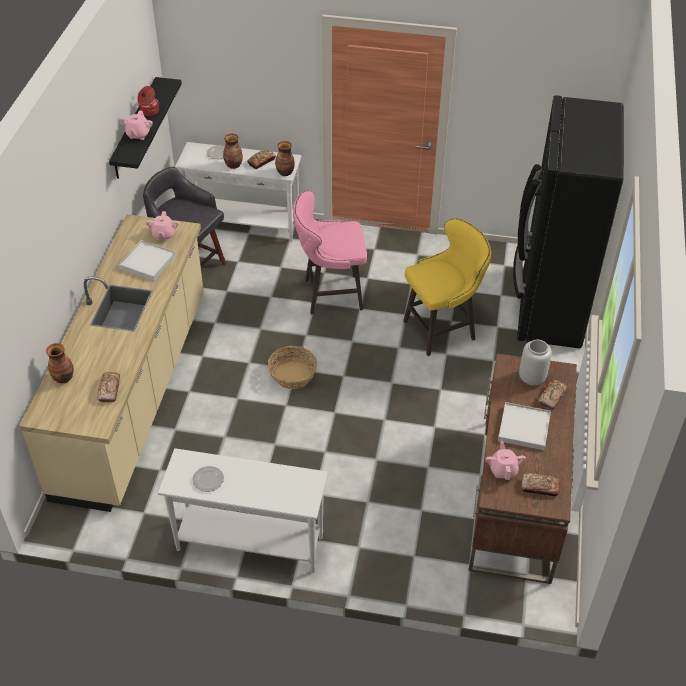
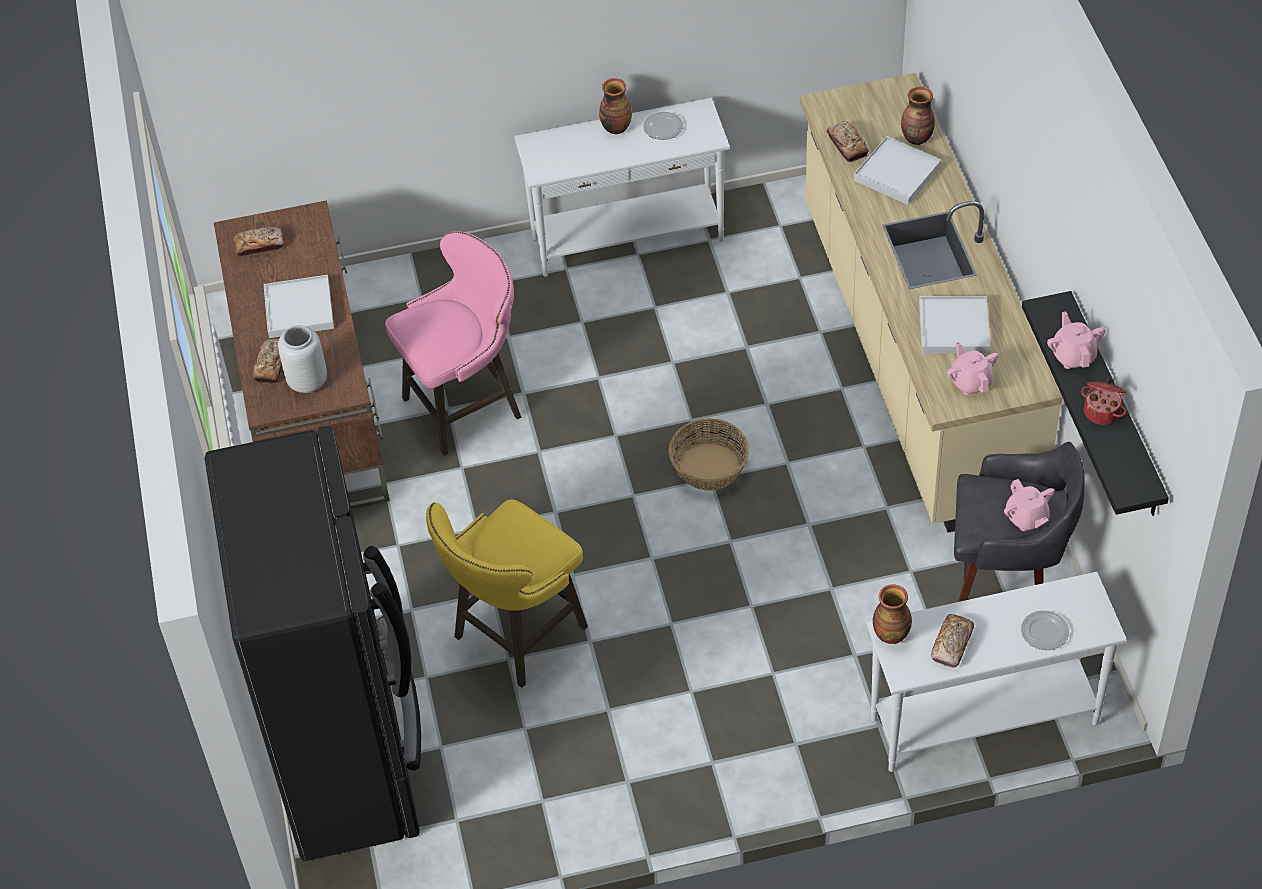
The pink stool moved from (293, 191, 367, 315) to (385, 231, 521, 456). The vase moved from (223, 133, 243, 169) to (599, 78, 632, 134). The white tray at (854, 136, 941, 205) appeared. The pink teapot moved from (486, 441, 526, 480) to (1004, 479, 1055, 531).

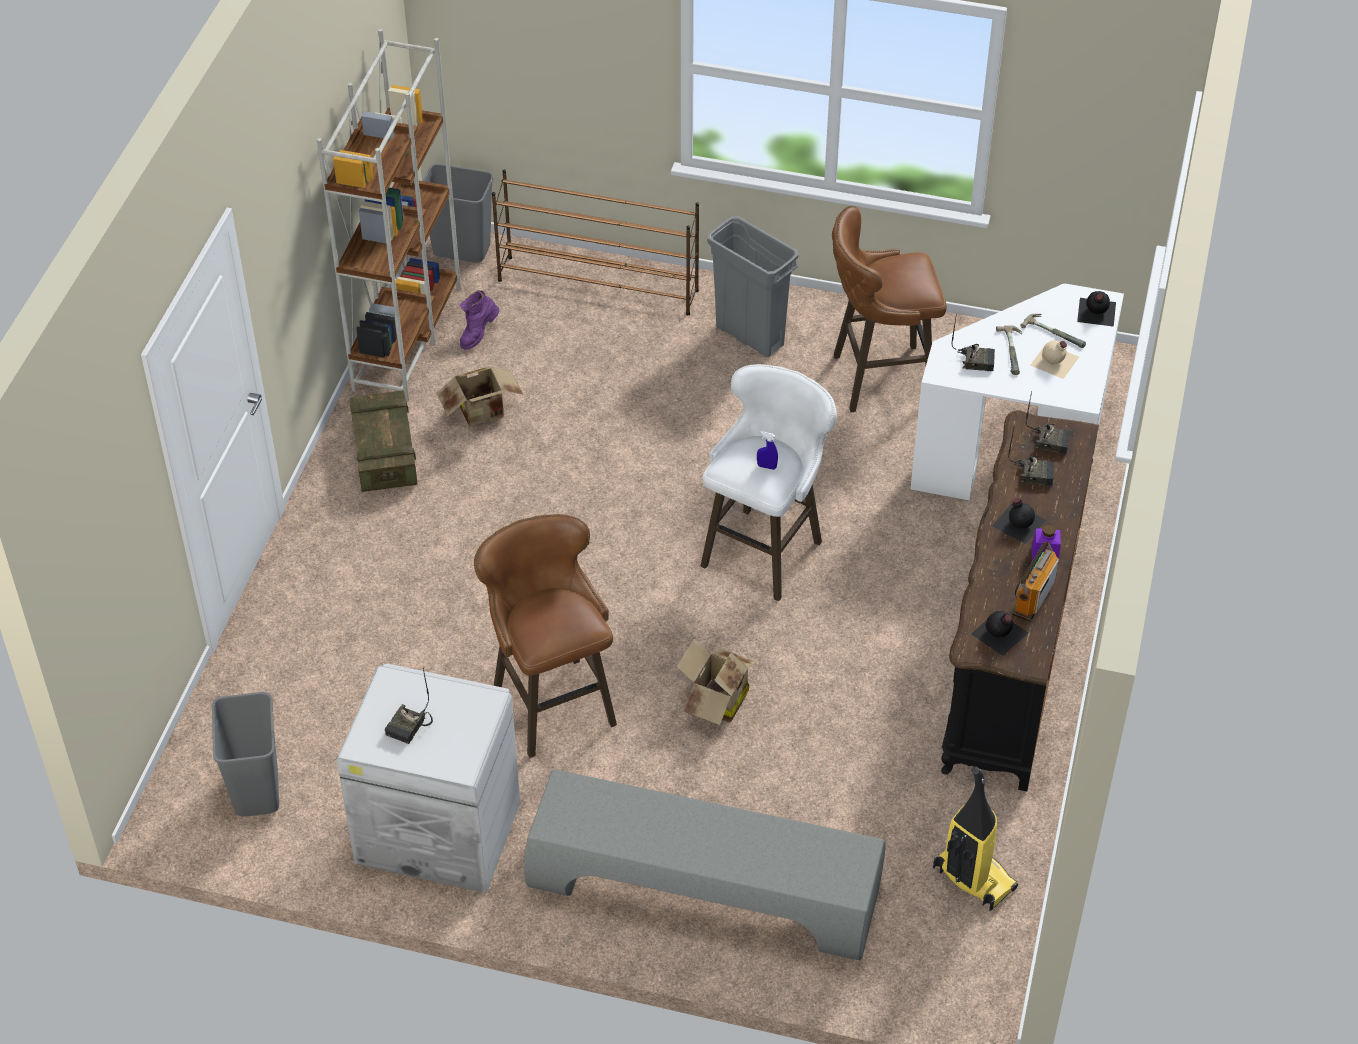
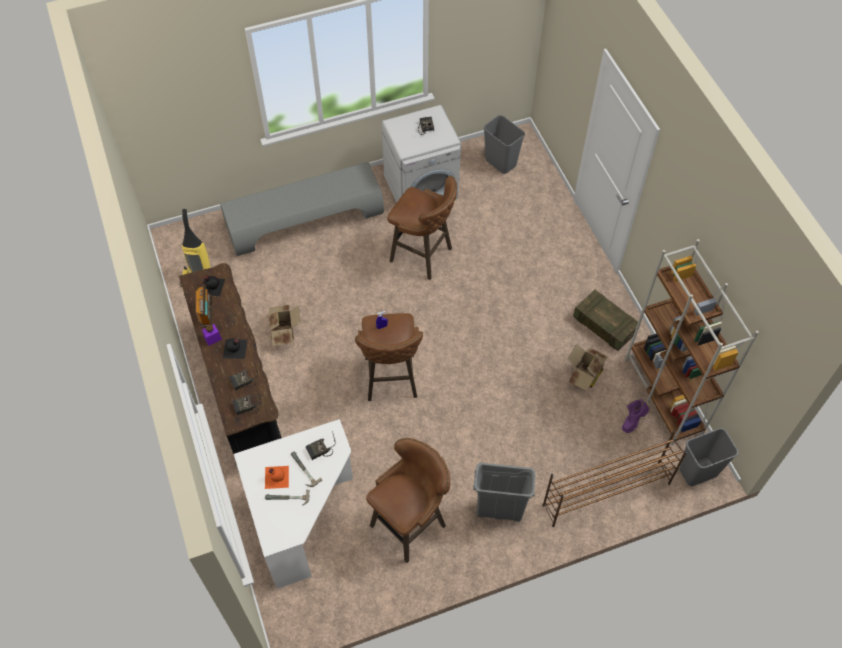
The beige bottle at (1030, 340, 1079, 379) became the orange bottle at (265, 466, 289, 489). The cardboard box moved from (677, 639, 757, 725) to (269, 305, 301, 346). The white stool at (701, 364, 837, 601) became the brown stool at (355, 313, 423, 401). The purple boot at (460, 290, 499, 350) turned 135 degrees counterclockwise. The black bottle at (1077, 291, 1116, 327) disappeared.

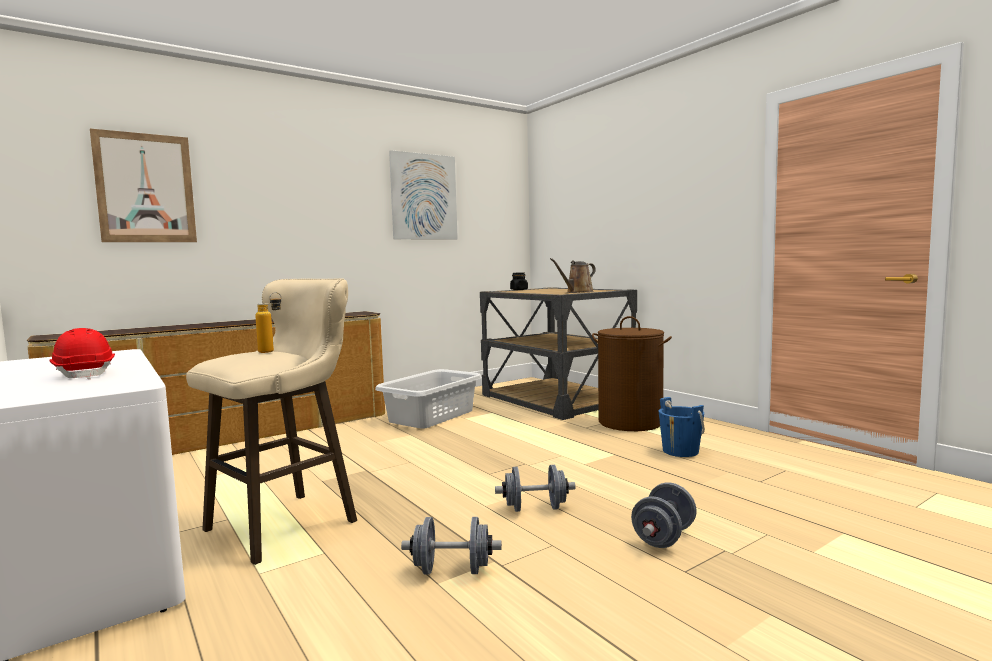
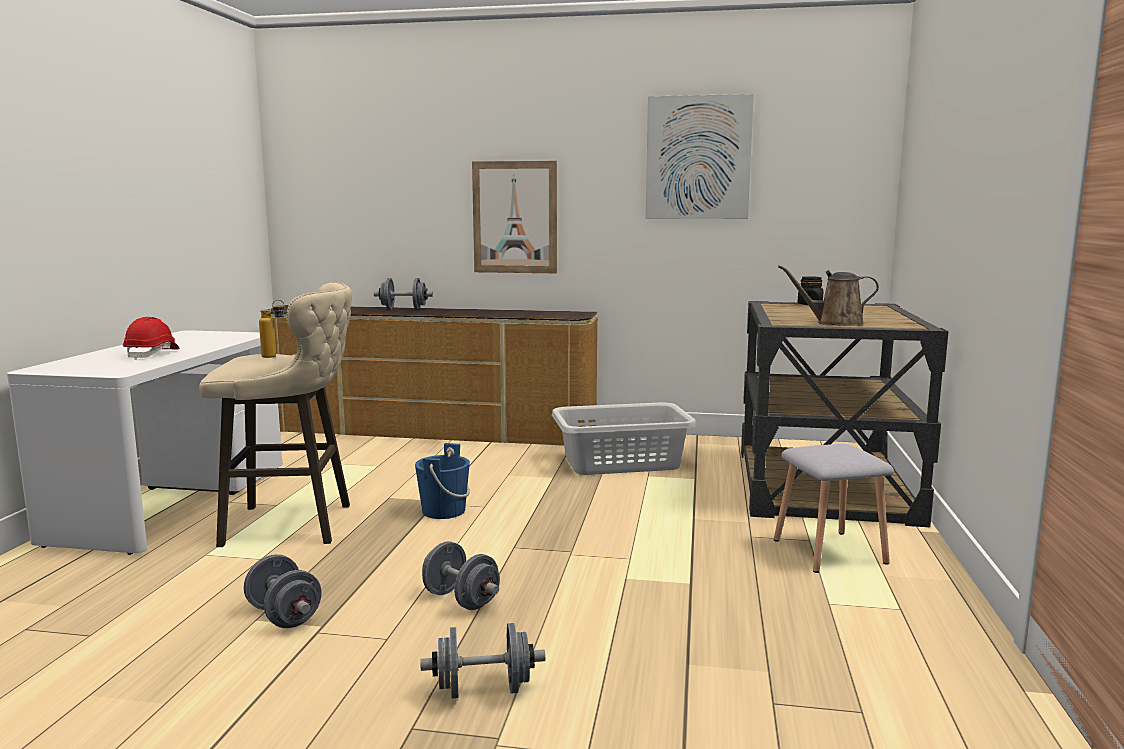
The grey dumbbell at (374, 278, 433, 310) appeared. The blue bucket moved from (659, 397, 705, 457) to (415, 443, 470, 519). The picture moved from (90, 129, 197, 242) to (472, 161, 557, 273). The brown laundry basket at (592, 316, 672, 431) was replaced by the grey stool at (774, 444, 894, 573).

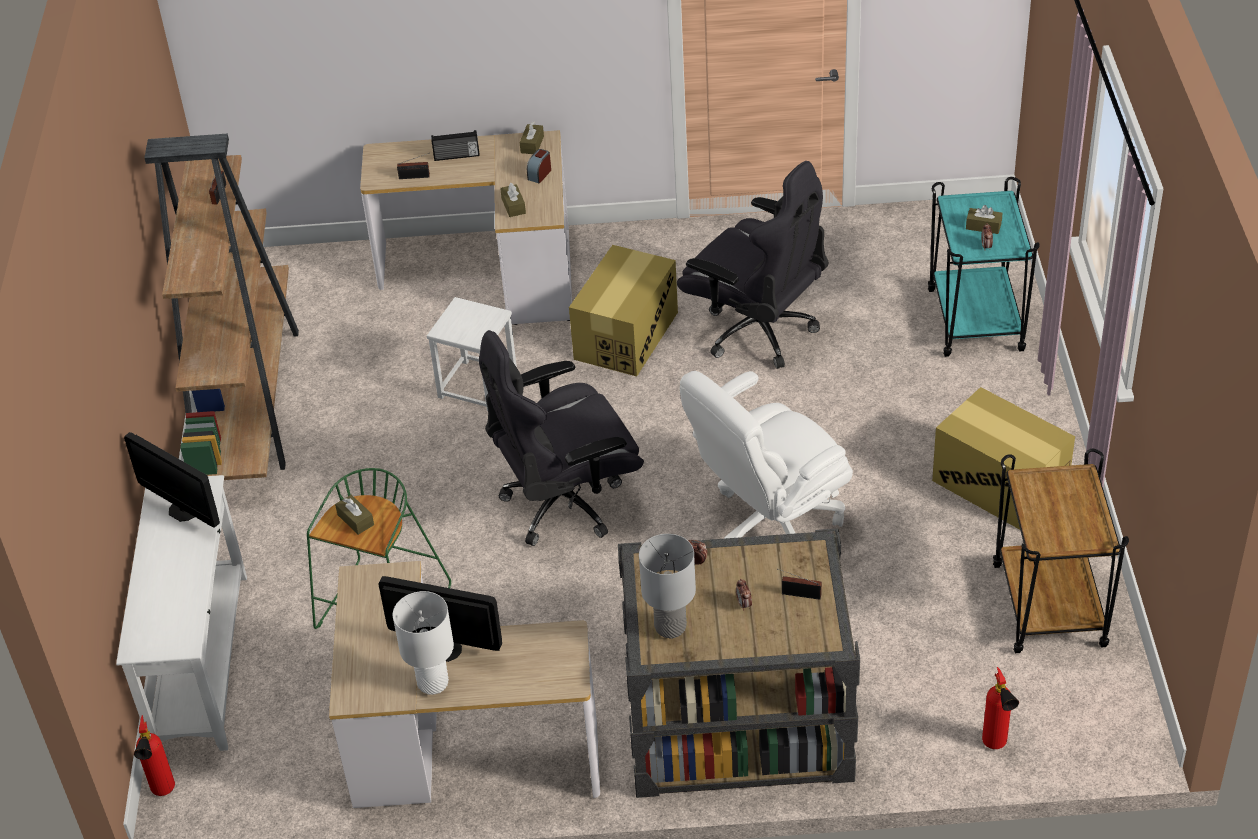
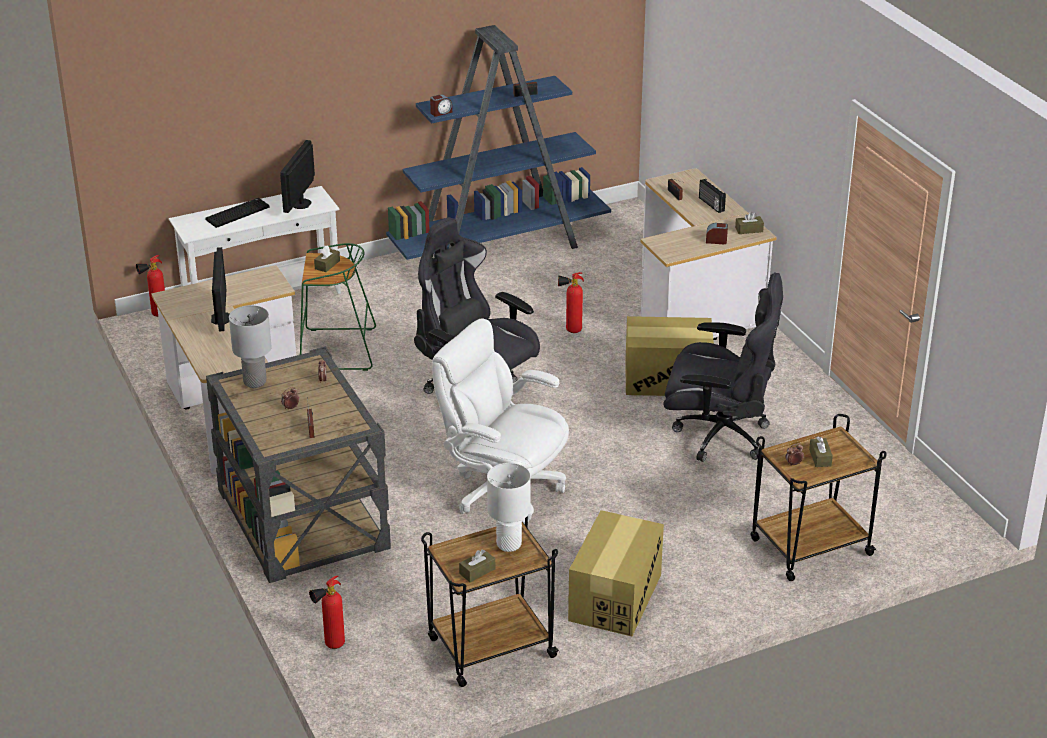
The keyboard at (205, 198, 270, 228) appeared. The brown bookcase at (144, 133, 299, 480) became the blue bookcase at (386, 25, 611, 260). The alarm clock at (430, 94, 452, 116) appeared. The brown tissue box moved from (500, 182, 526, 217) to (459, 549, 495, 582). The white table lamp moved from (393, 591, 454, 695) to (487, 463, 531, 552). The white stool at (427, 297, 517, 411) was replaced by the fire extinguisher at (558, 272, 584, 333). The black office chair at (677, 161, 828, 369) turned 90 degrees counterclockwise. The turquoise cart at (928, 177, 1039, 357) became the brown cart at (750, 414, 887, 581).

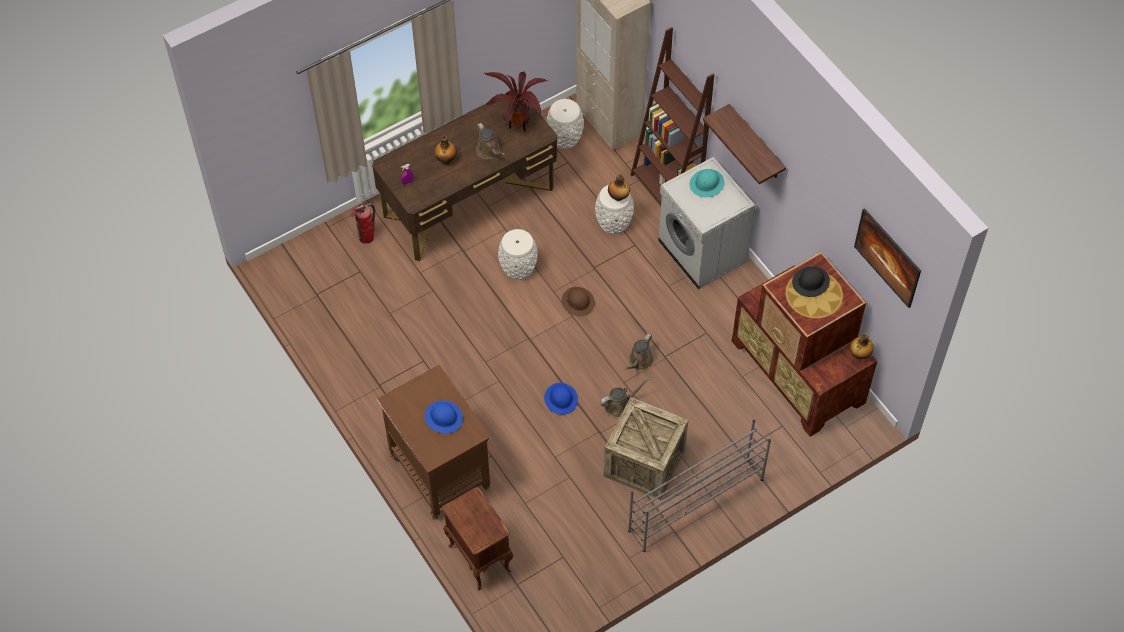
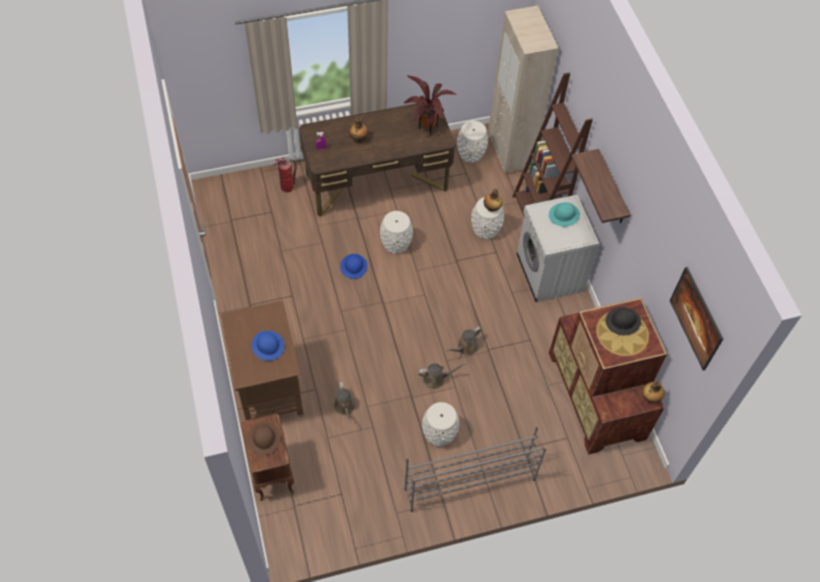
The brown hard hat moved from (562, 287, 595, 316) to (247, 422, 281, 455). The brown watering can moved from (476, 123, 505, 159) to (334, 382, 356, 422). The blue hard hat moved from (544, 383, 578, 415) to (340, 254, 368, 279). The crate at (604, 397, 688, 500) was replaced by the white stool at (422, 402, 459, 446).

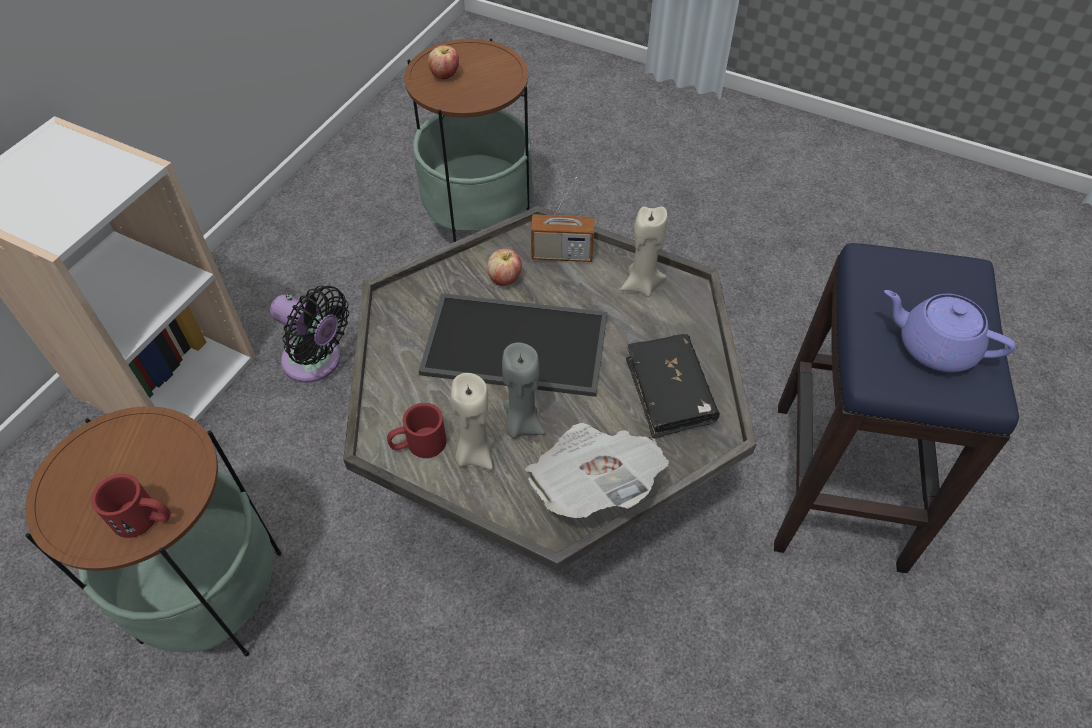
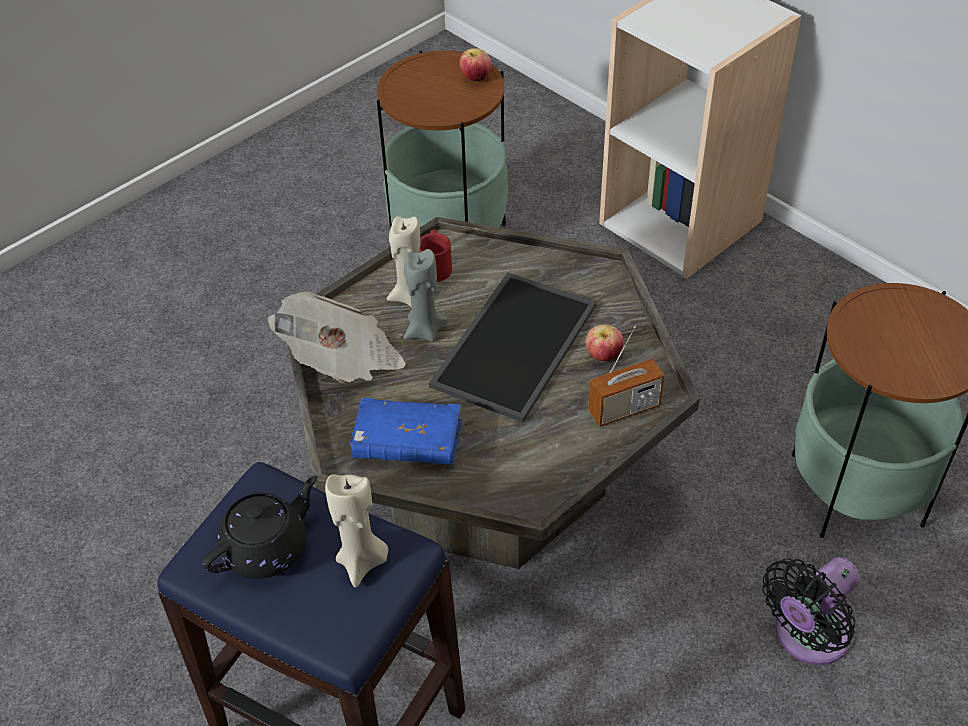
The purple teapot at (884, 290, 1016, 372) became the black teapot at (202, 476, 318, 579). The beige candle moved from (621, 206, 668, 297) to (325, 474, 388, 587). The black book at (626, 334, 720, 439) became the blue book at (350, 398, 462, 465). The apple moved from (428, 45, 459, 79) to (460, 48, 491, 81). The radio at (531, 177, 595, 262) turned 135 degrees counterclockwise. The black fan moved from (270, 285, 349, 383) to (762, 557, 860, 665). The red mug at (91, 474, 171, 538) disappeared.

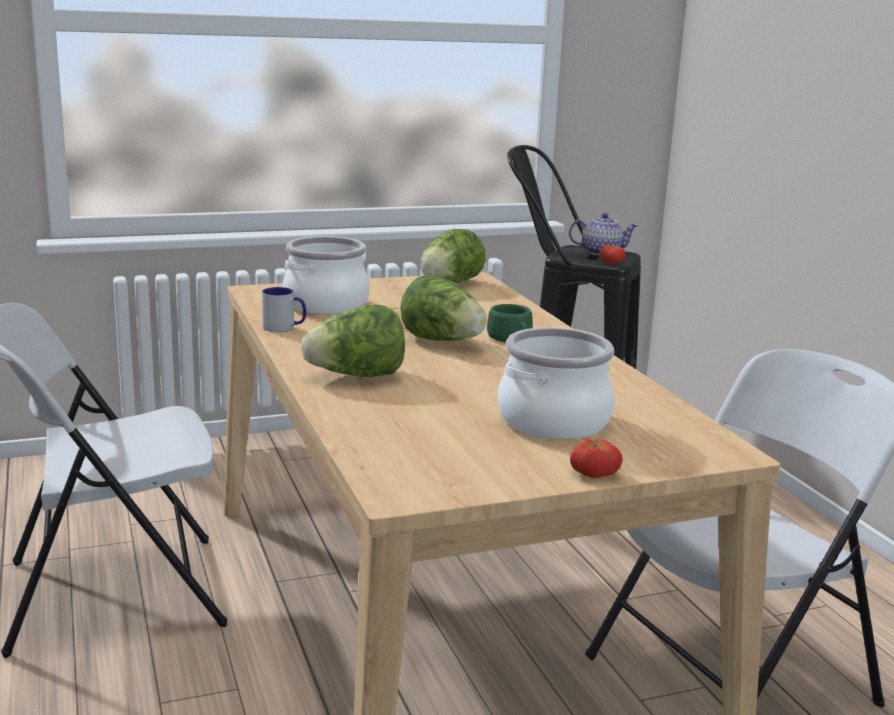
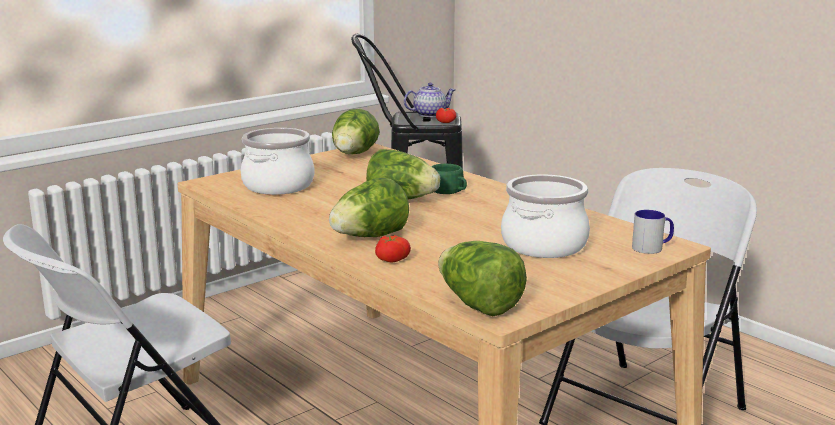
The tomato moved from (570, 438, 623, 478) to (375, 235, 411, 263). The lettuce at (438, 241, 527, 316) appeared. The mug moved from (262, 287, 306, 332) to (632, 210, 674, 254).

